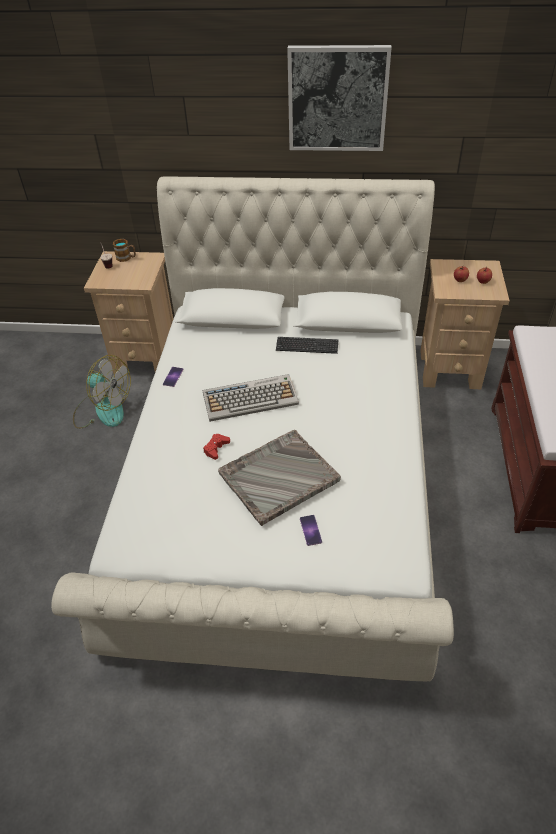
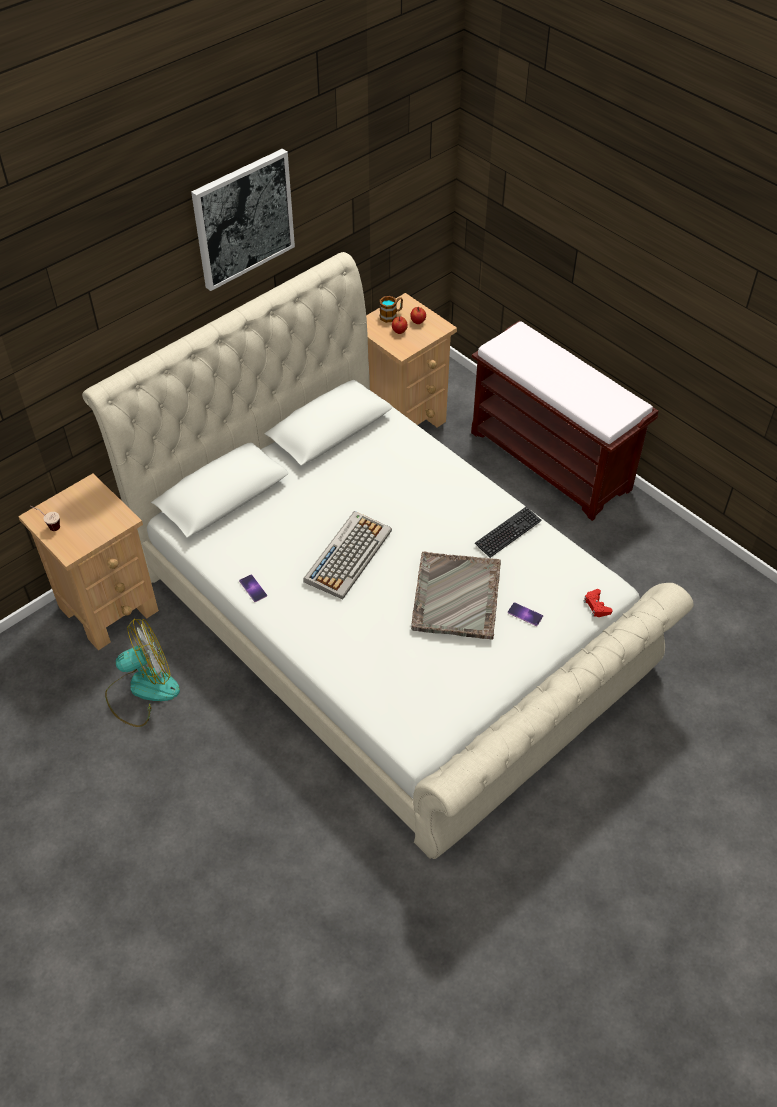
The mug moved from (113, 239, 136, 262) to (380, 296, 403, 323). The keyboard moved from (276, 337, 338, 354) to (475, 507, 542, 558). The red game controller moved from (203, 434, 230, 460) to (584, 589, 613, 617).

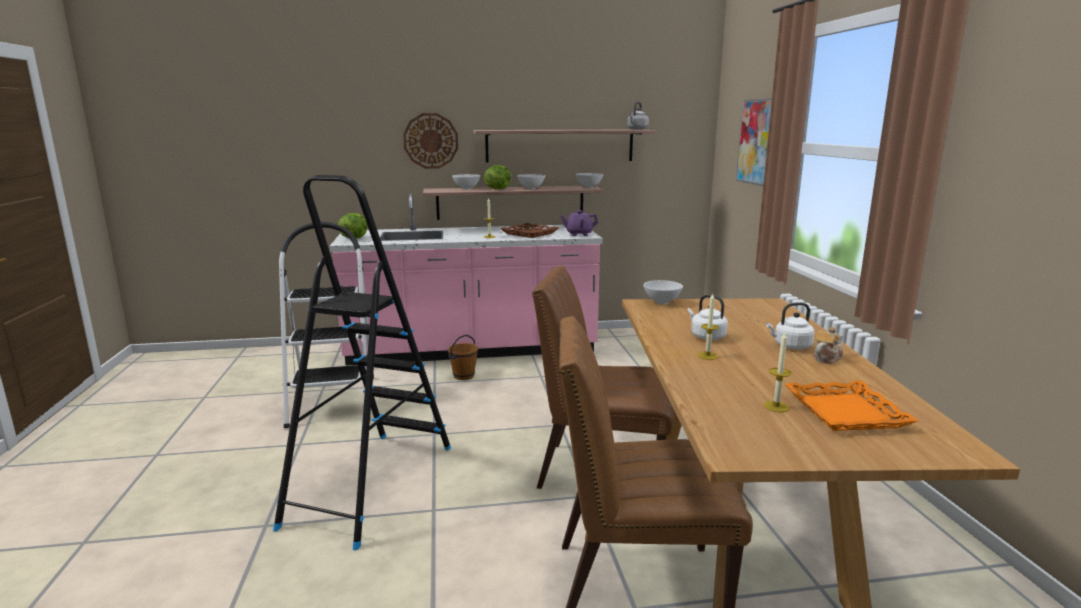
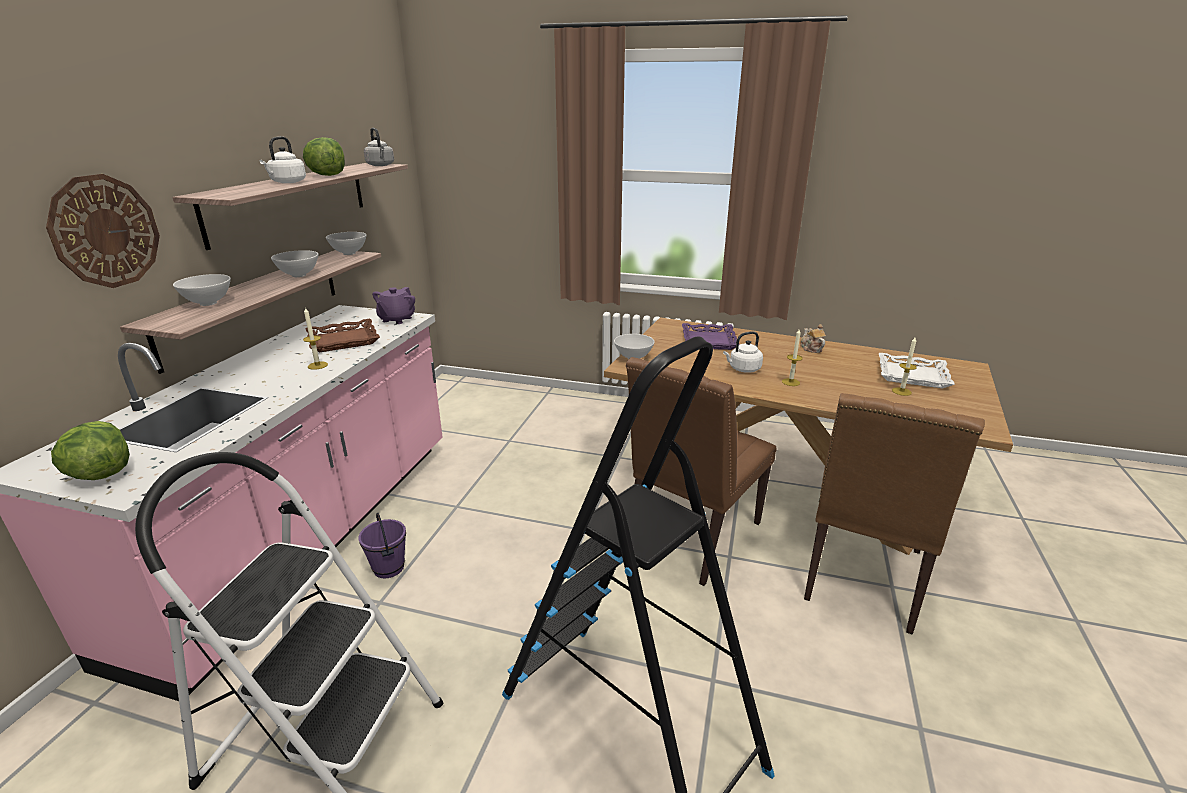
The white kettle moved from (766, 303, 815, 349) to (260, 136, 306, 183). The lettuce moved from (484, 165, 512, 190) to (303, 137, 345, 176). The brown bucket at (448, 335, 478, 380) became the purple bucket at (359, 513, 406, 578). The purple tray at (682, 323, 740, 350) appeared. The orange tray at (785, 380, 918, 431) became the white tray at (879, 353, 955, 388). The picture at (736, 98, 772, 186) disappeared.

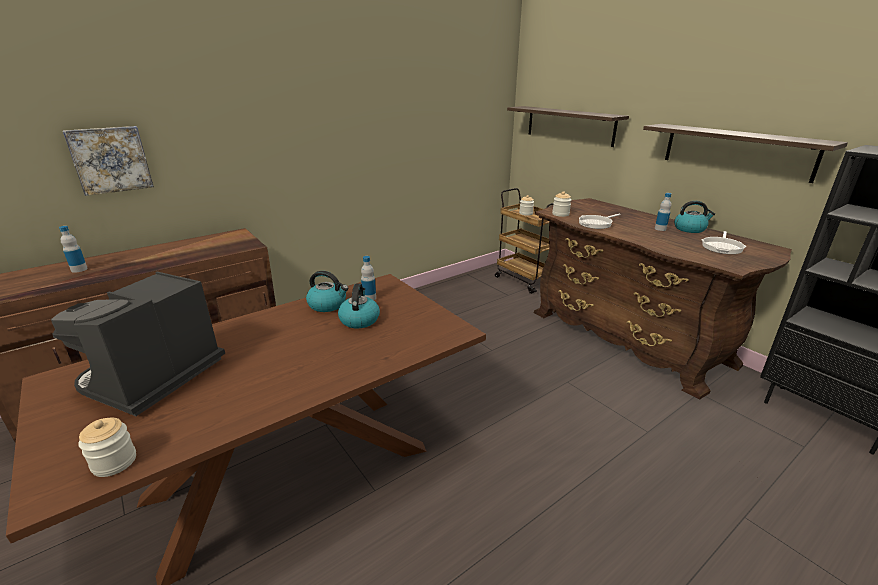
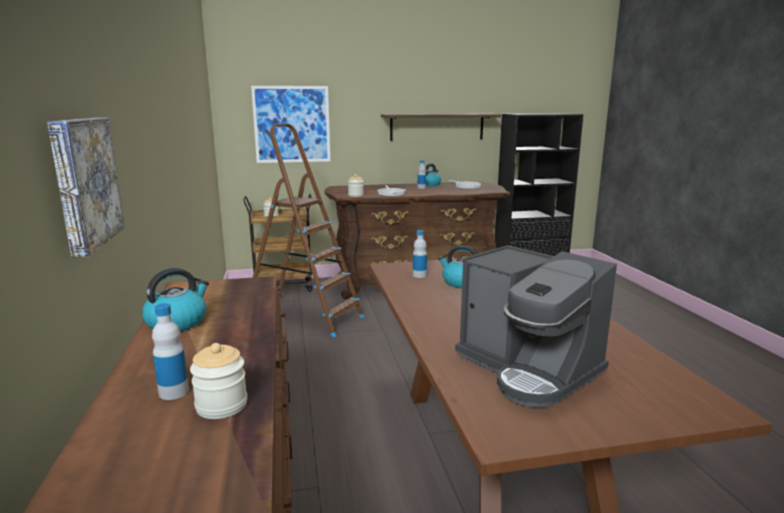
The kettle moved from (306, 271, 349, 312) to (142, 268, 209, 331). The jar moved from (78, 418, 136, 477) to (190, 343, 247, 419). The shelf at (507, 106, 629, 147) was replaced by the picture at (251, 86, 330, 163). The brown step ladder at (253, 124, 365, 337) appeared.

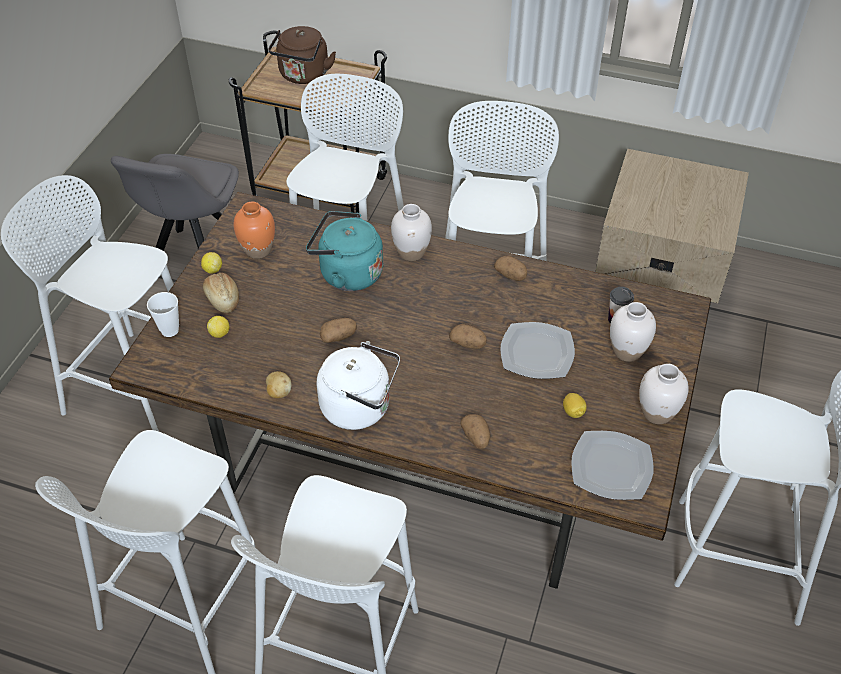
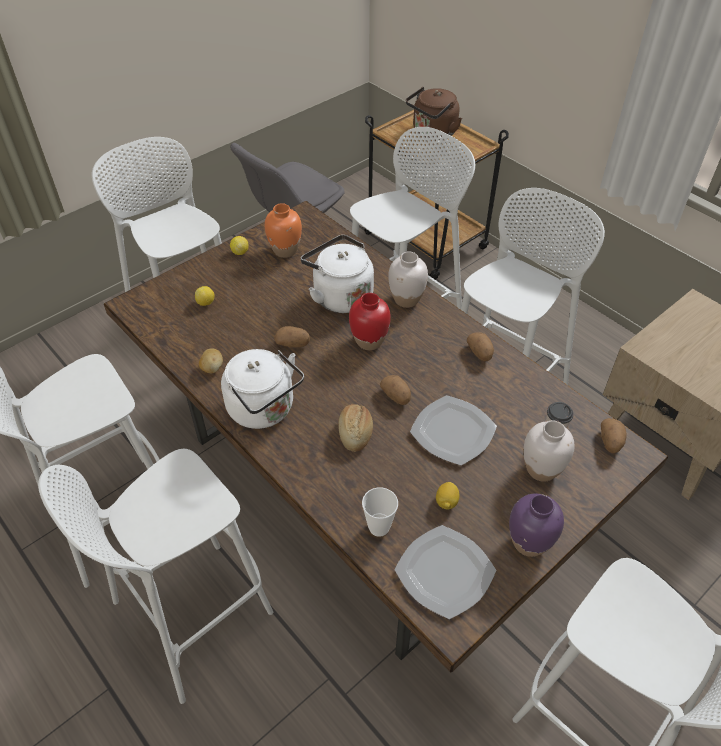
The turquoise kettle at (306, 211, 383, 291) became the white kettle at (301, 235, 374, 313). The bread moved from (203, 272, 239, 313) to (338, 404, 373, 452). The red vase at (349, 293, 391, 350) appeared. The cup moved from (147, 292, 179, 337) to (362, 487, 398, 537). The white vase at (639, 363, 689, 424) became the purple vase at (509, 493, 564, 557). The potato moved from (461, 414, 491, 449) to (601, 418, 627, 453).

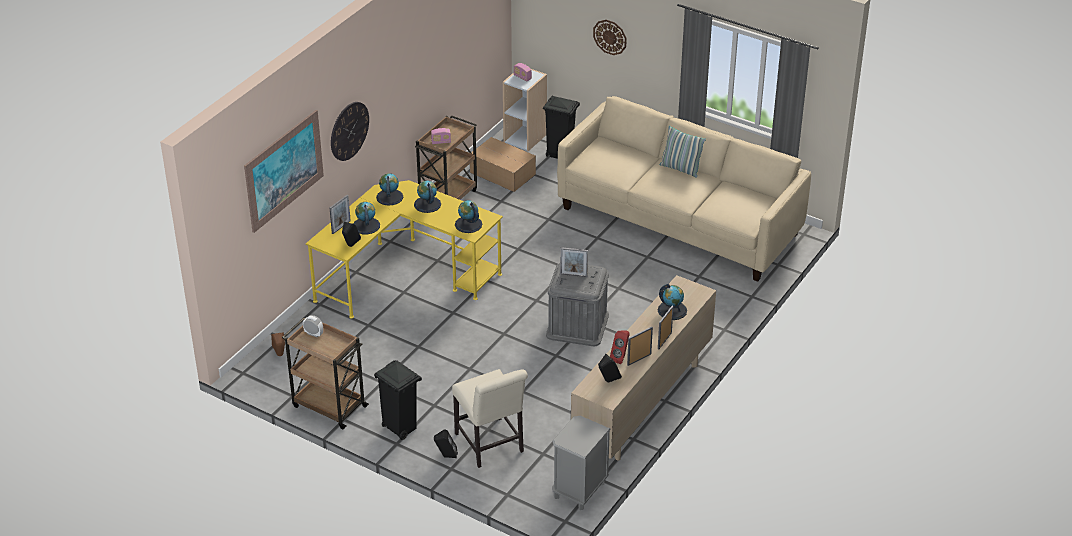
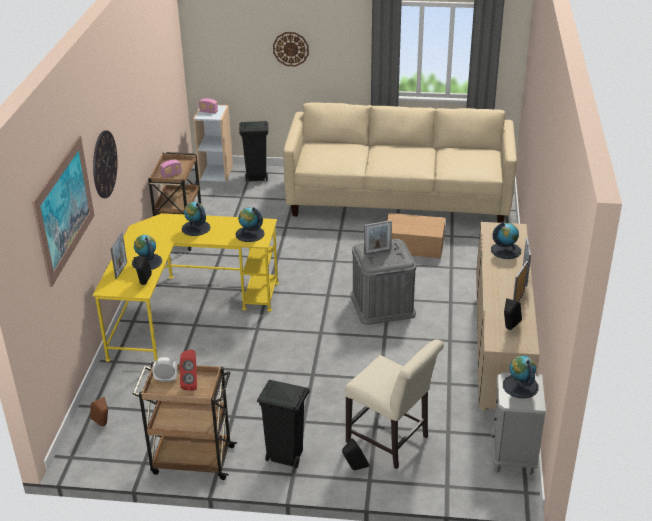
The red speaker moved from (610, 330, 630, 364) to (180, 349, 197, 391). The cardboard box moved from (470, 137, 536, 192) to (387, 213, 445, 258). The globe moved from (376, 173, 403, 206) to (503, 355, 539, 399). The pillow at (659, 126, 706, 178) disappeared.

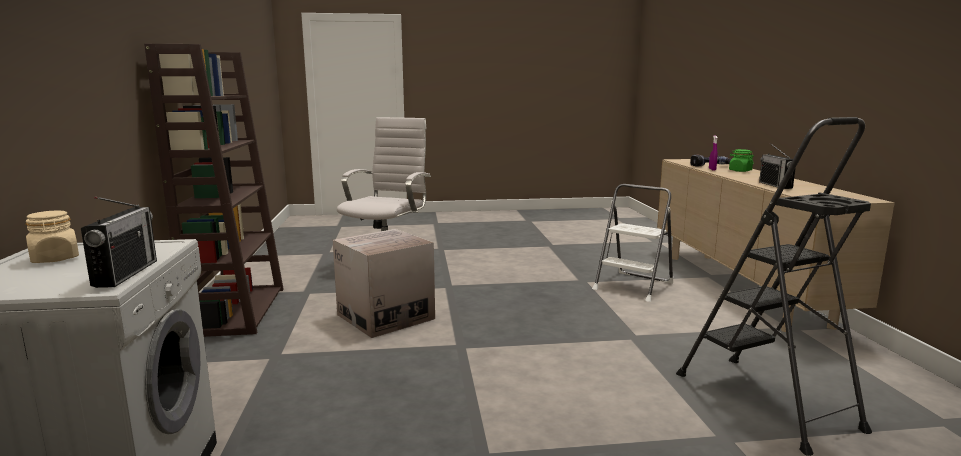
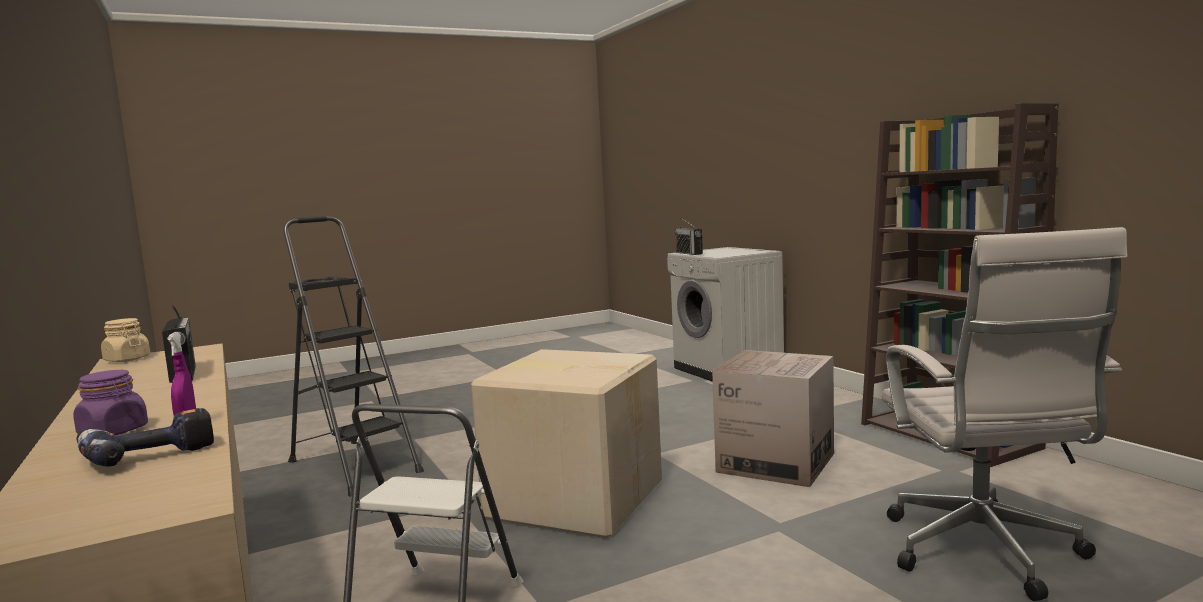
The green jar at (729, 149, 754, 172) became the purple jar at (73, 370, 148, 435). The beige jar moved from (25, 210, 79, 263) to (101, 318, 150, 362). The cardboard box at (471, 349, 662, 538) appeared.

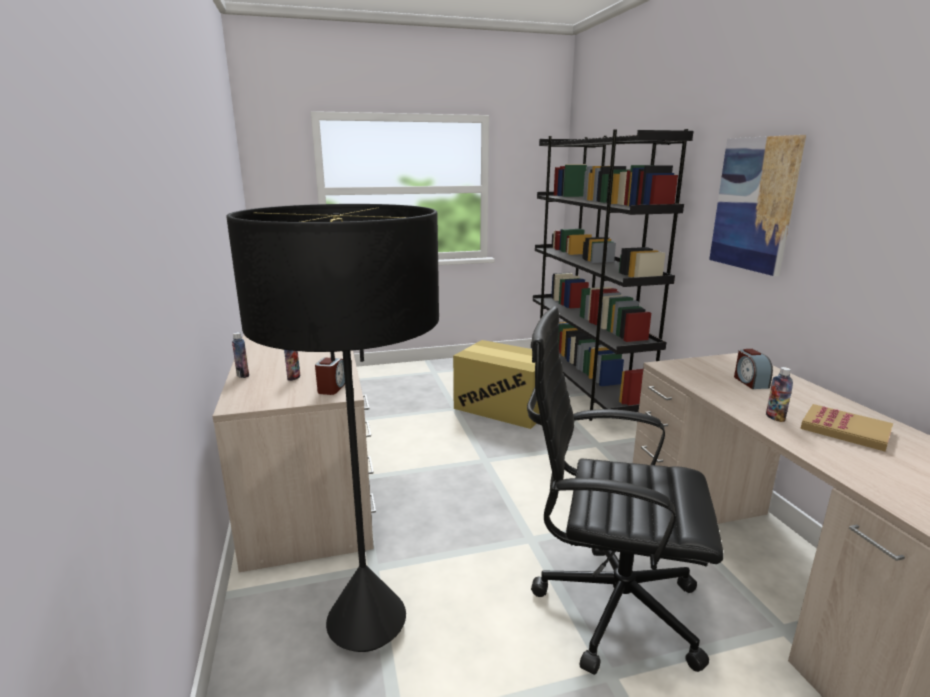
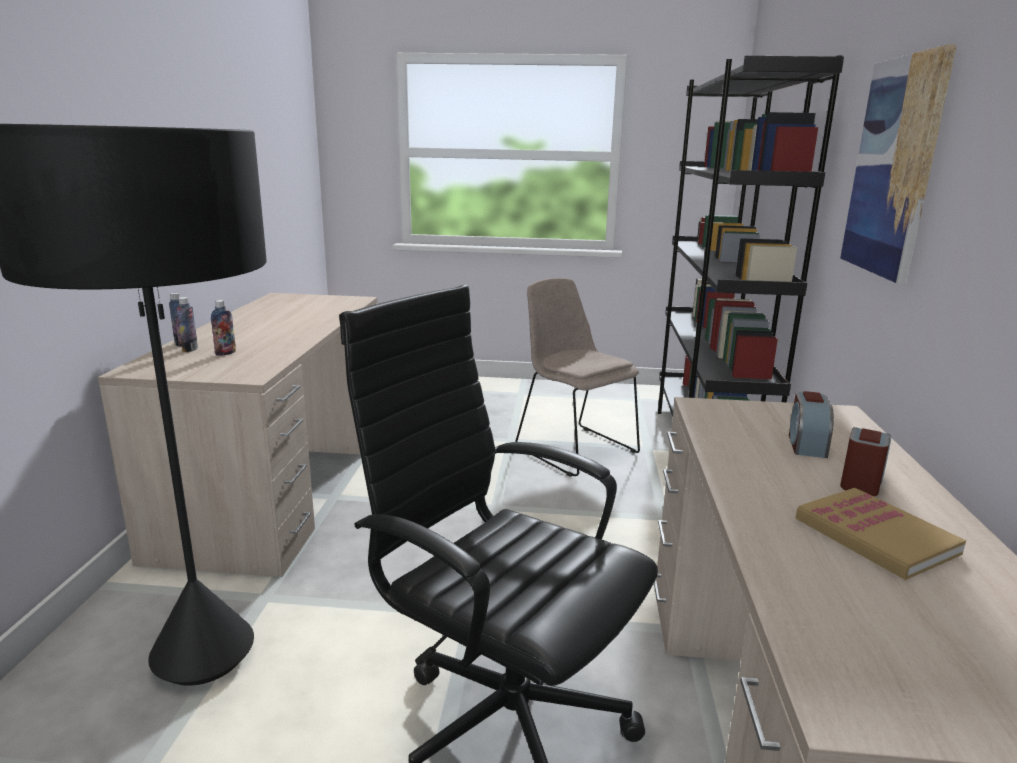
The bottle moved from (766, 367, 793, 422) to (177, 297, 198, 352). The cardboard box at (453, 340, 540, 429) was replaced by the beige chair at (515, 278, 640, 477). The alarm clock moved from (315, 358, 345, 395) to (840, 427, 891, 496).

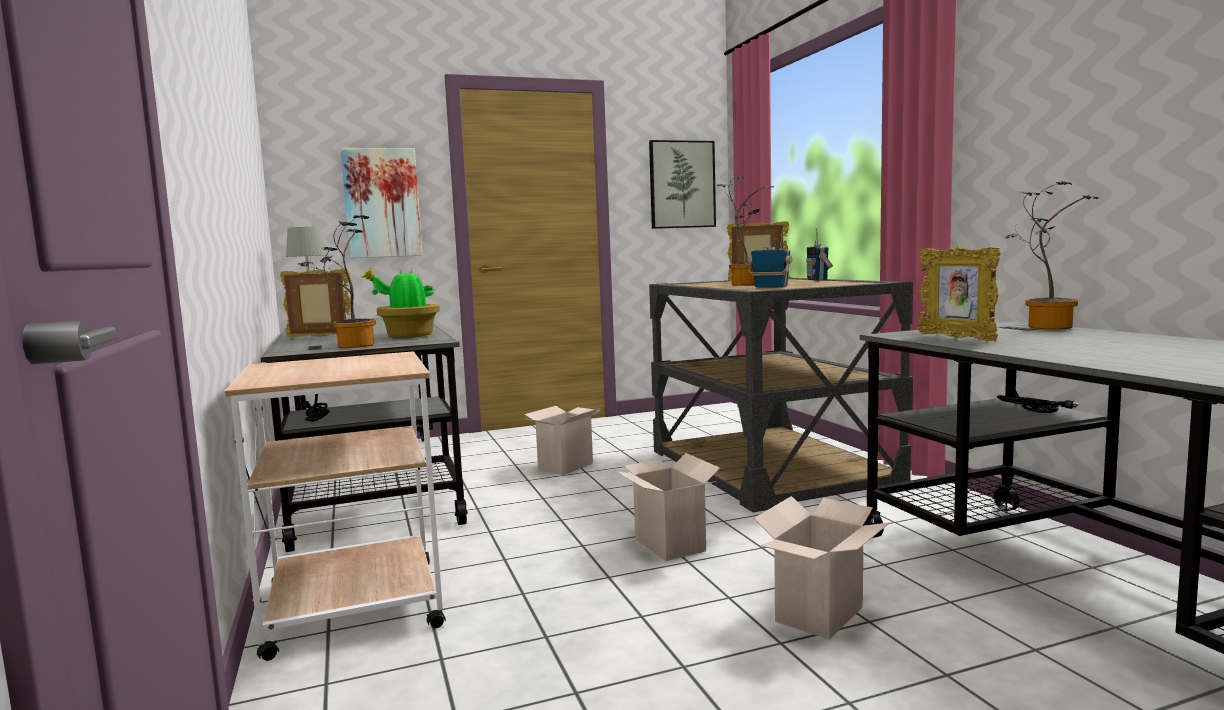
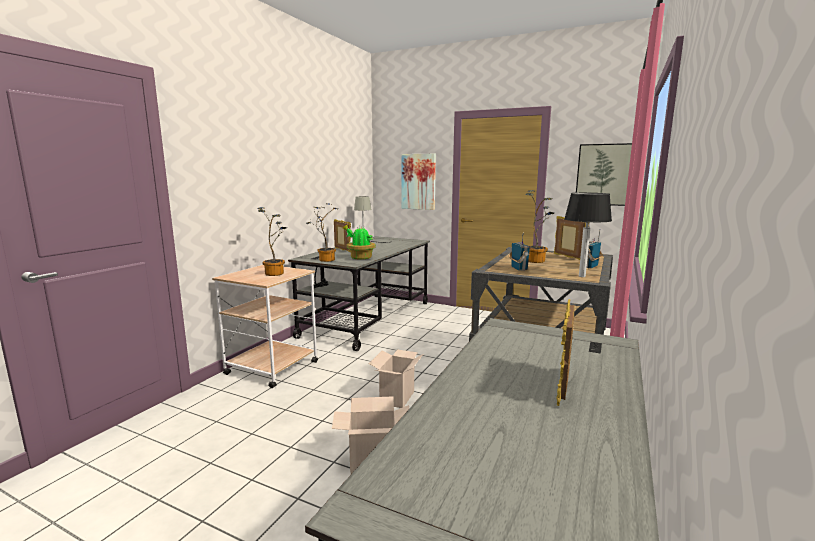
The potted plant moved from (1005, 181, 1098, 330) to (257, 207, 287, 276). The picture frame moved from (918, 247, 1001, 341) to (556, 299, 575, 406). The table lamp at (564, 193, 612, 277) appeared. The cardboard box at (524, 406, 601, 475) disappeared.

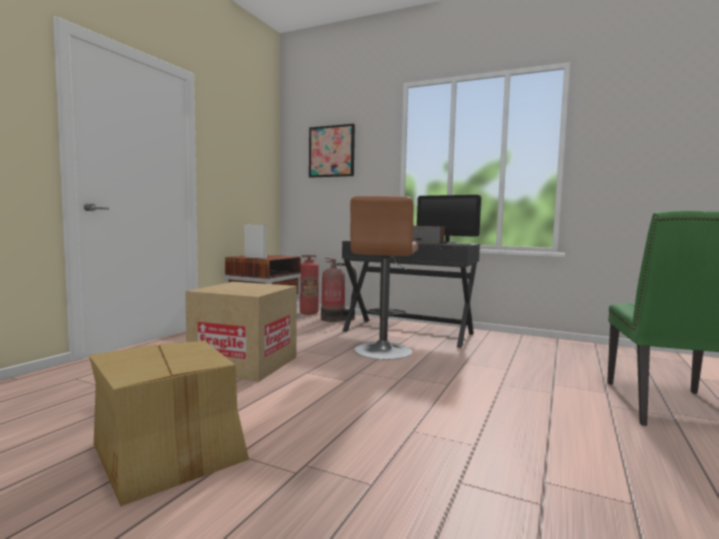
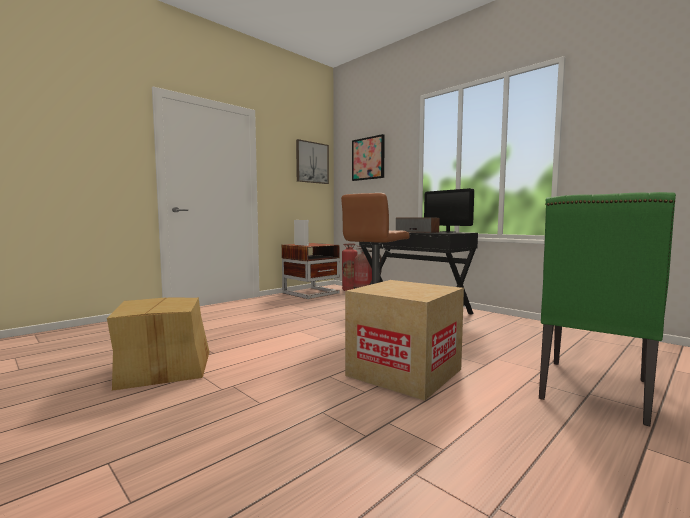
The picture at (296, 139, 329, 184) appeared. The cardboard box moved from (185, 282, 297, 382) to (345, 280, 464, 401).

